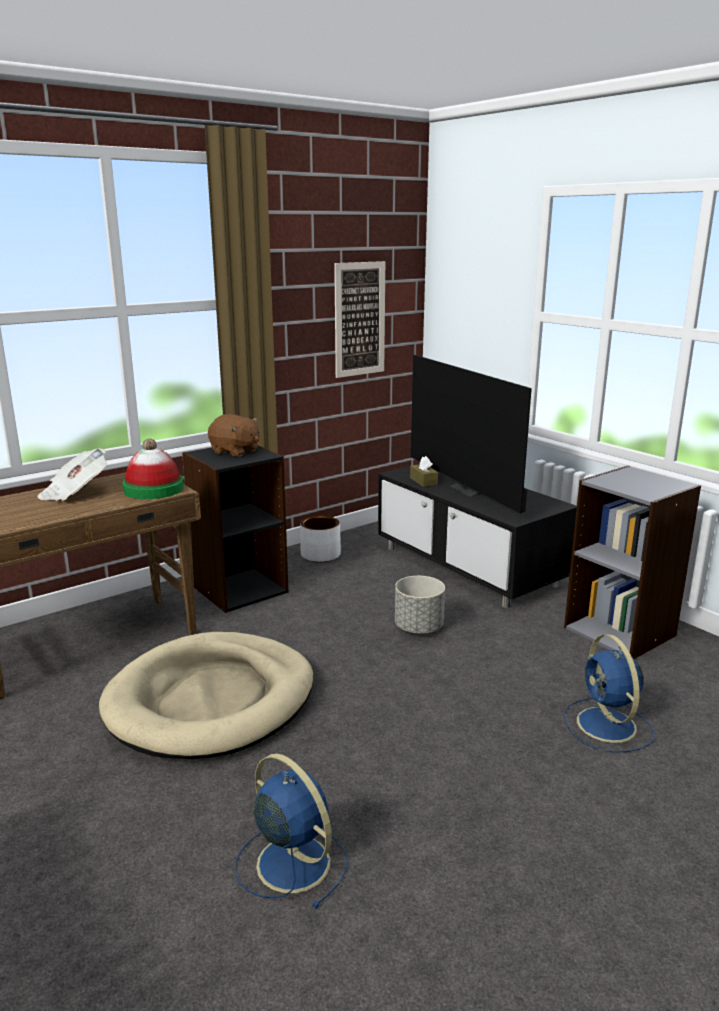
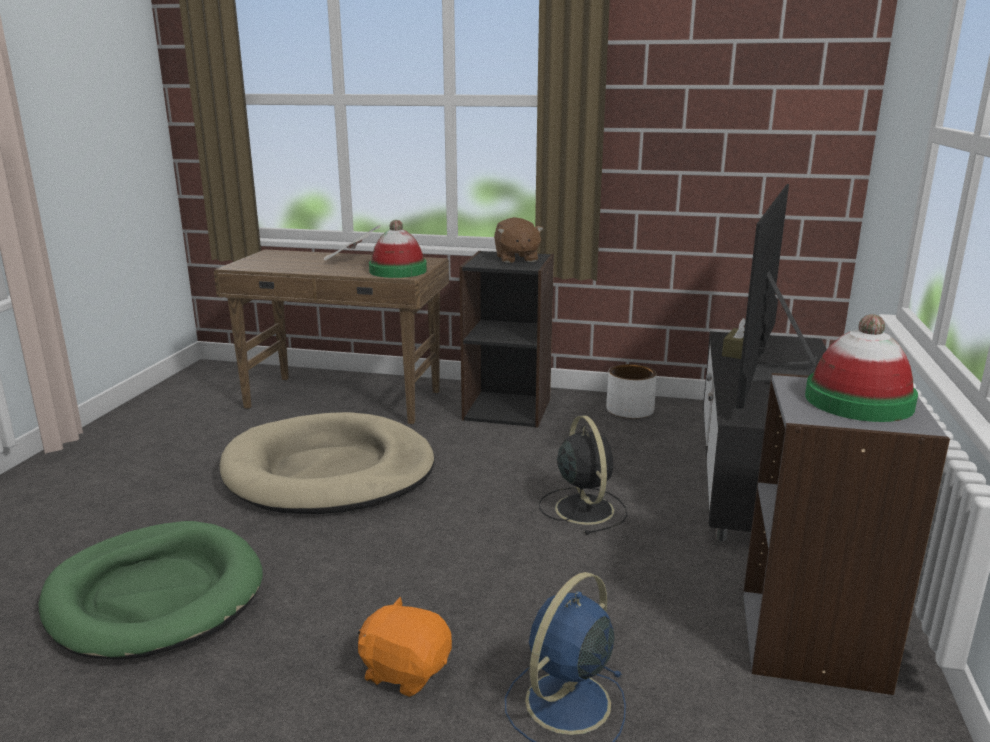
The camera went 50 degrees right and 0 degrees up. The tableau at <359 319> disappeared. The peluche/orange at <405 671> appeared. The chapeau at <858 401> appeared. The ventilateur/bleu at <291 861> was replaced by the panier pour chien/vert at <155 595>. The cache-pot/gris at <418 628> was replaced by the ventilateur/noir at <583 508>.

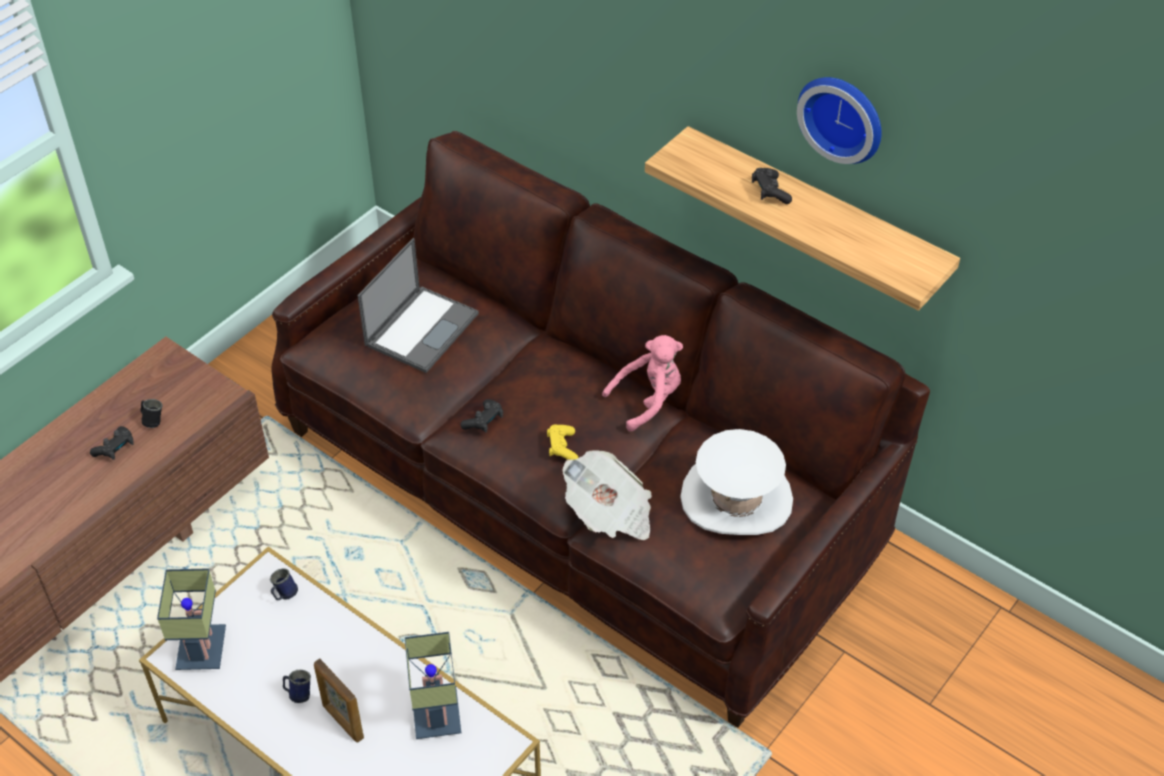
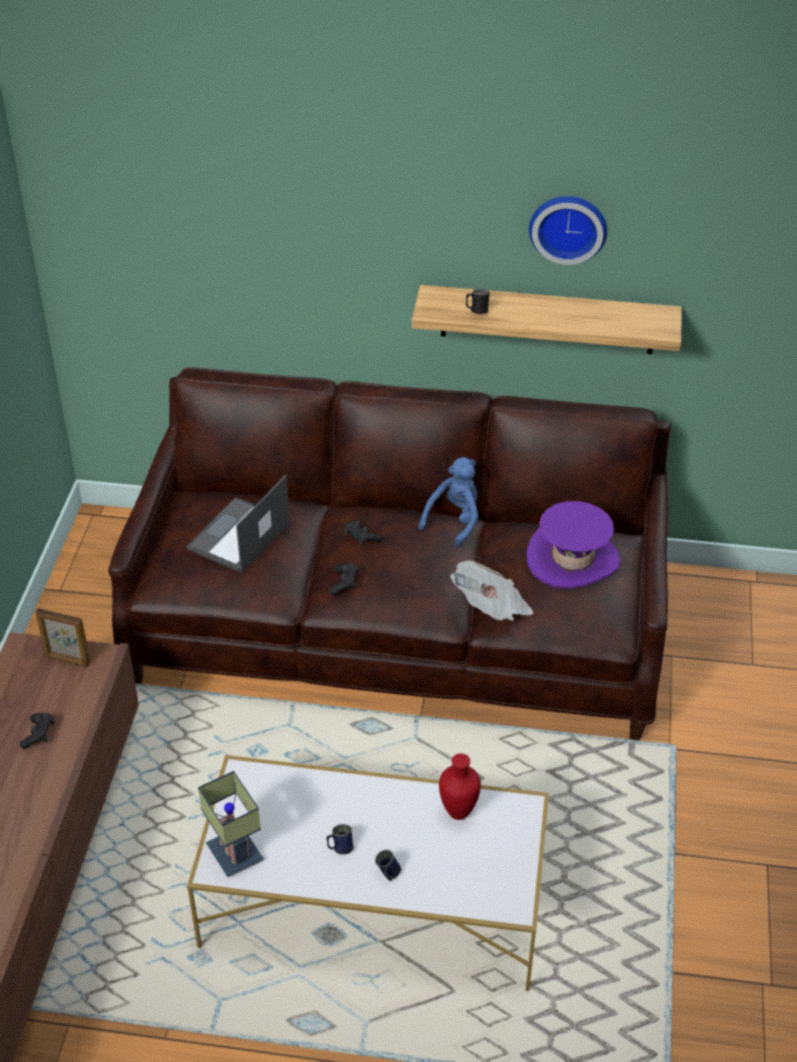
The camera went 30 degrees left and 5 degrees down. The manette/jaune at <562 448> disappeared. The mug/noir moved from <152 420> to <476 311>. The mug/bleu moved from <284 595> to <388 875>. The cadre photo moved from <342 722> to <67 660>. The manette/noir moved from <770 192> to <361 538>. The lampe de table at <433 714> was replaced by the vase/rouge at <457 812>. The peluche/rose at <648 400> became the peluche/bleu at <454 520>. The chapeau/blanc at <736 498> became the chapeau/violet at <572 559>. The ordinateur portable at <422 328> turned 150 degrees counterclockwise.

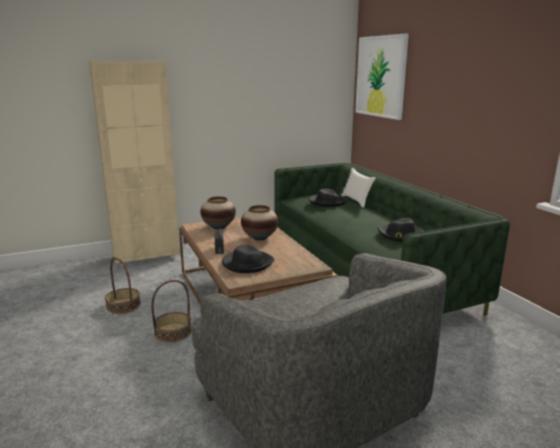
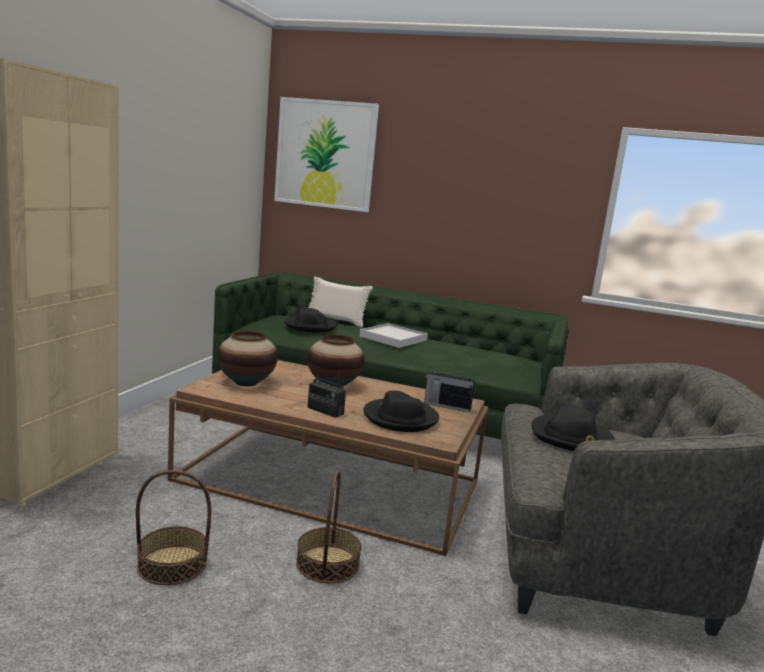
The camera went 50 degrees left and 5 degrees down. The plateau/blanc at <393 338> appeared. The radio at <446 406> appeared. The chapeau/noir moved from <400 234> to <571 437>.

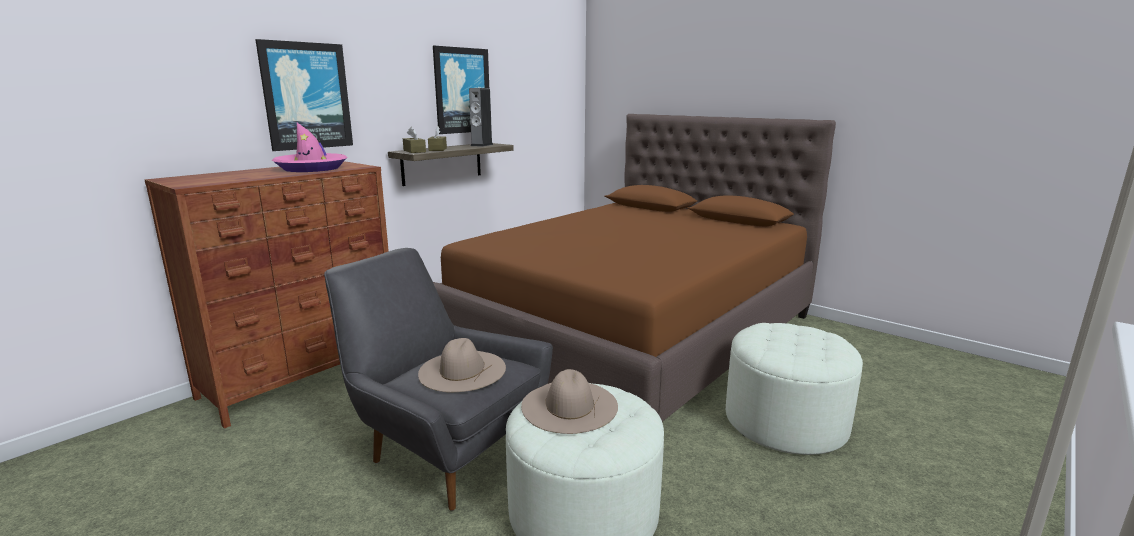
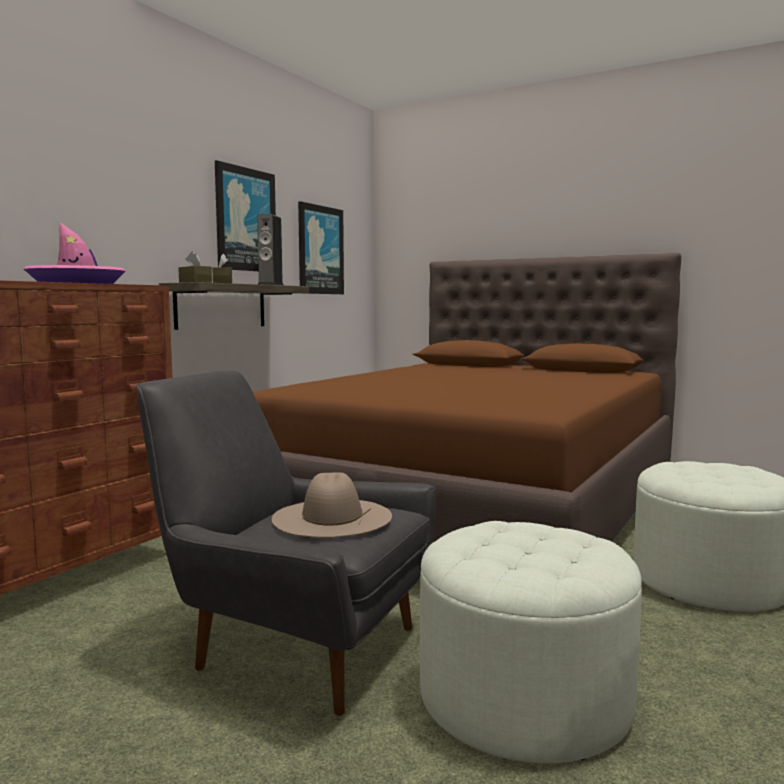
The camera went 10 degrees left and 10 degrees down. The chapeau/beige at <569 405> disappeared. The tableau moved from <306 96> to <320 250>.

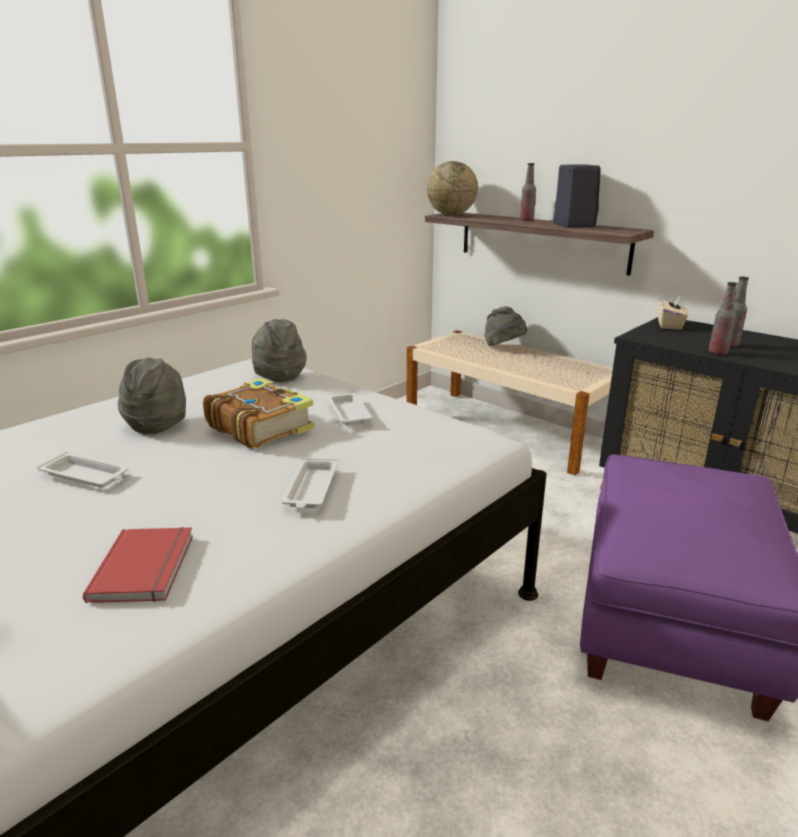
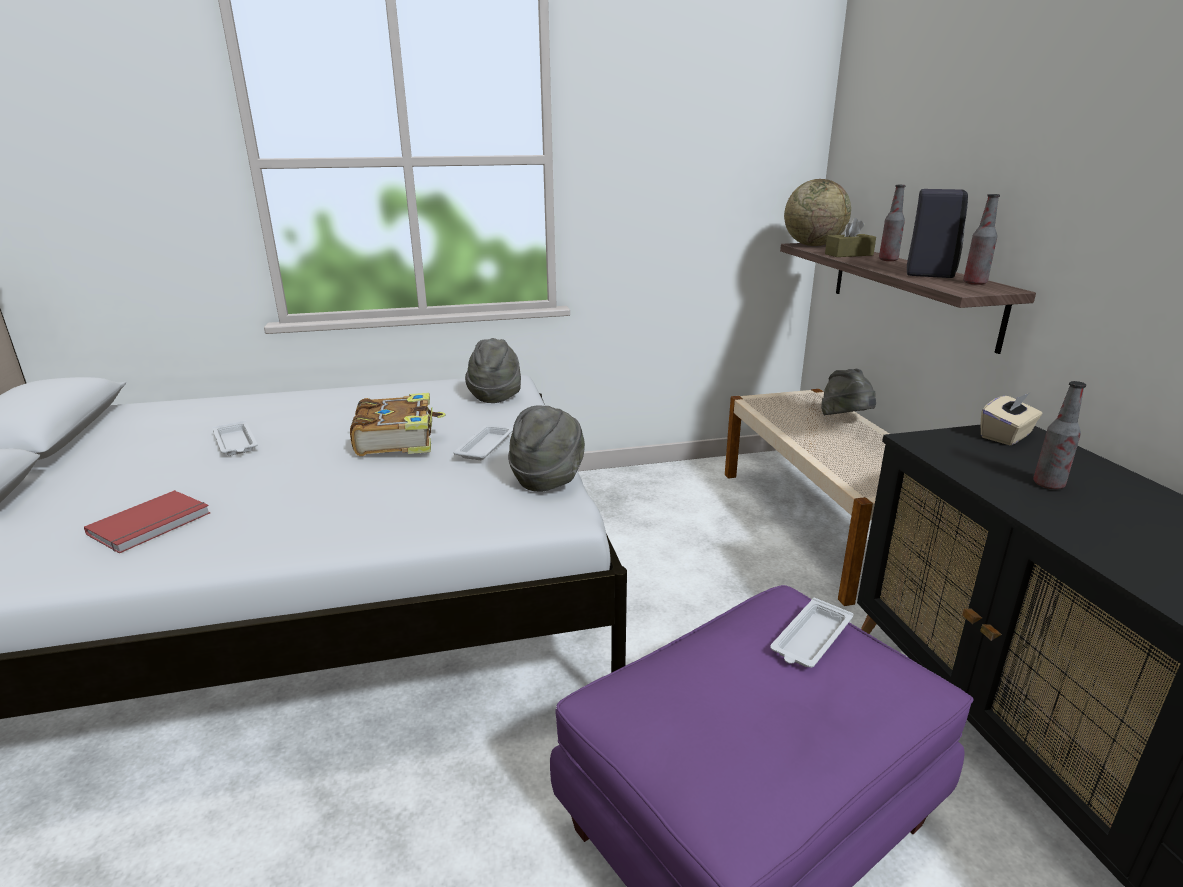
The camera went 35 degrees right and 0 degrees up. The boîte à mouchoirs/marron at <848 254> appeared. The chapeau/gris moved from <157 423> to <548 479>. The plateau/blanc moved from <311 488> to <810 639>. The bouteille moved from <717 352> to <974 283>.

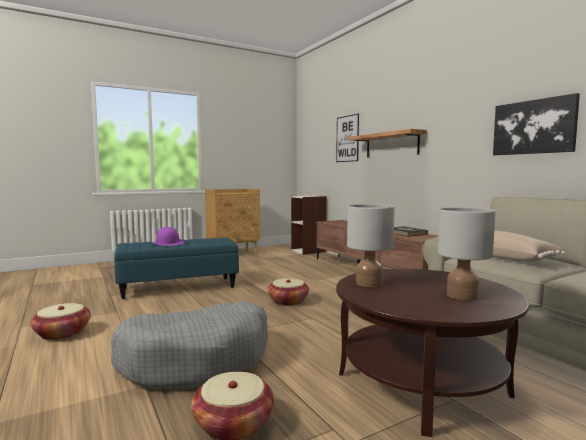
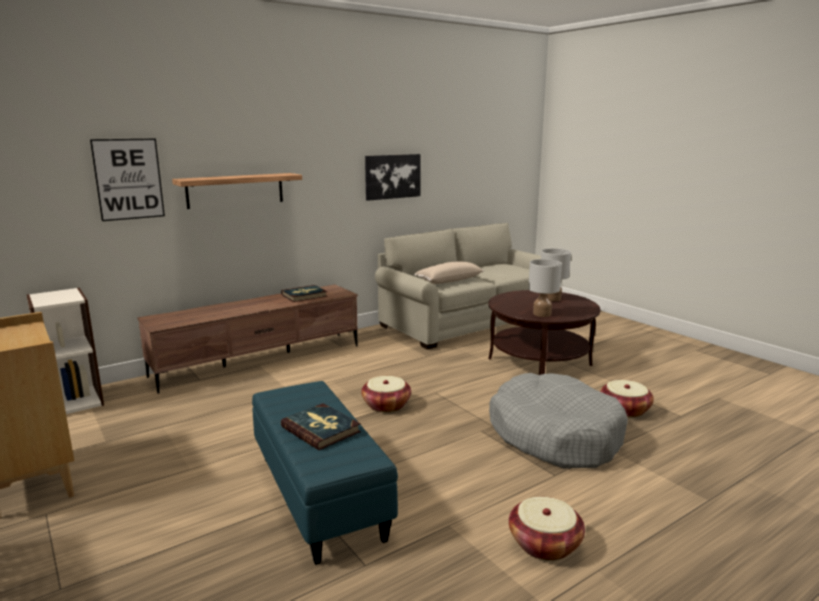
The camera went 95 degrees left and 10 degrees up. The chapeau/violet at <168 243> was replaced by the livre at <321 429>.

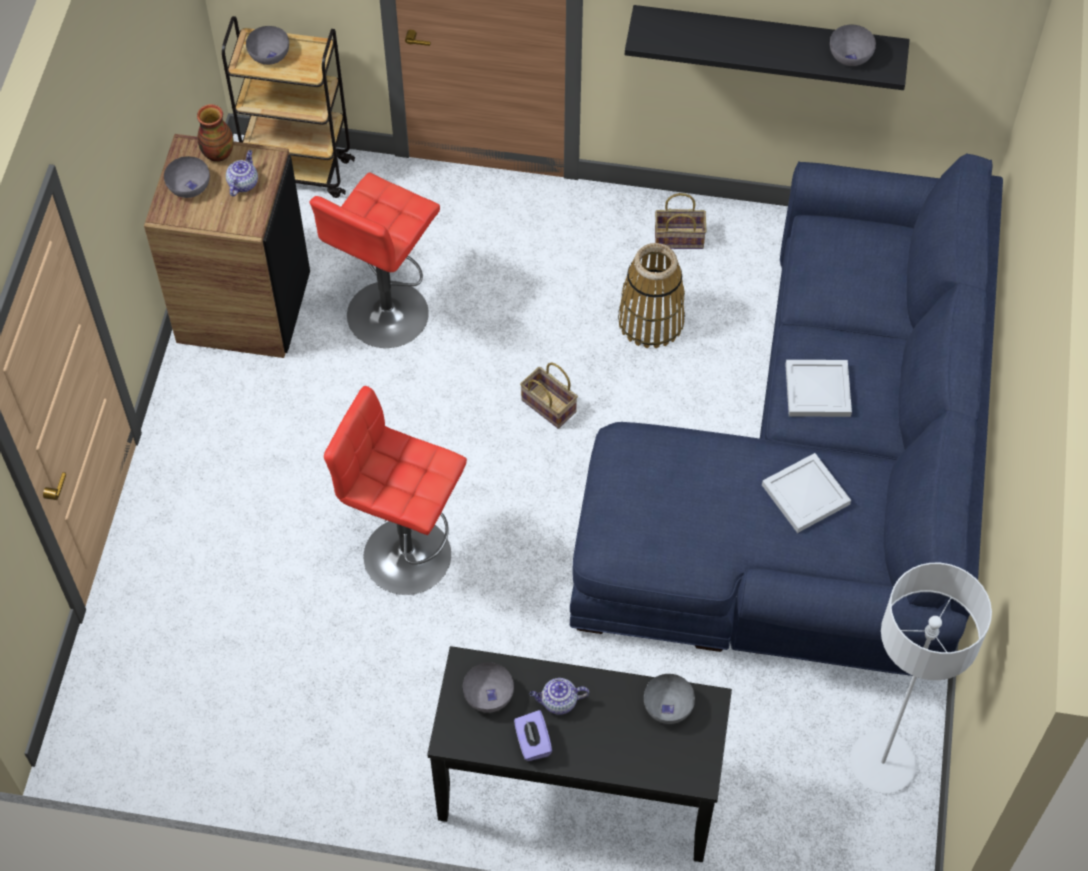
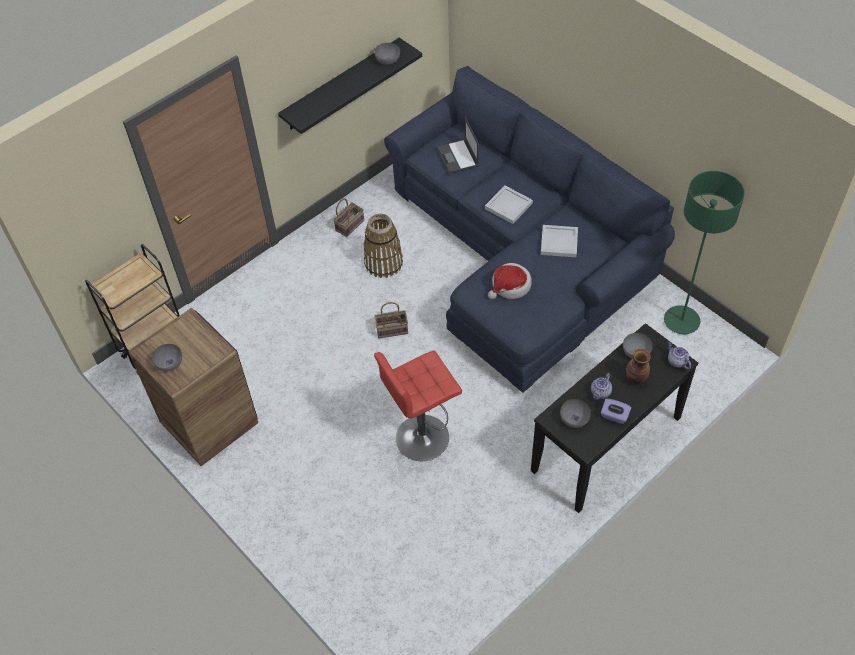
The camera went 50 degrees left and 5 degrees down. The bol/gris at <269 54> disappeared. The tabouret/rouge at <386 315> disappeared. The ordinateur portable at <458 157> appeared. The chapeau at <510 286> appeared. The vase moved from <217 153> to <635 378>. The théière moved from <243 183> to <676 361>. The lampadaire/blanc at <882 763> became the lampadaire/vert at <681 321>.

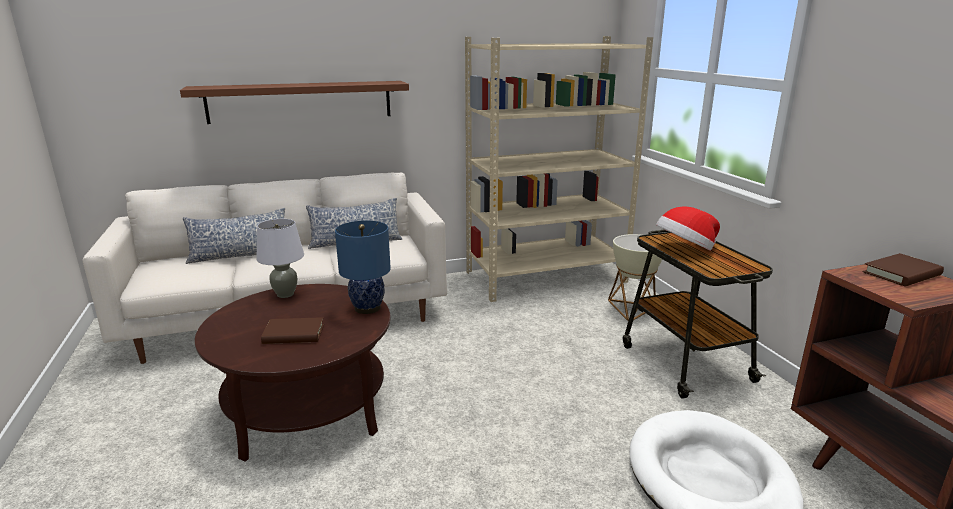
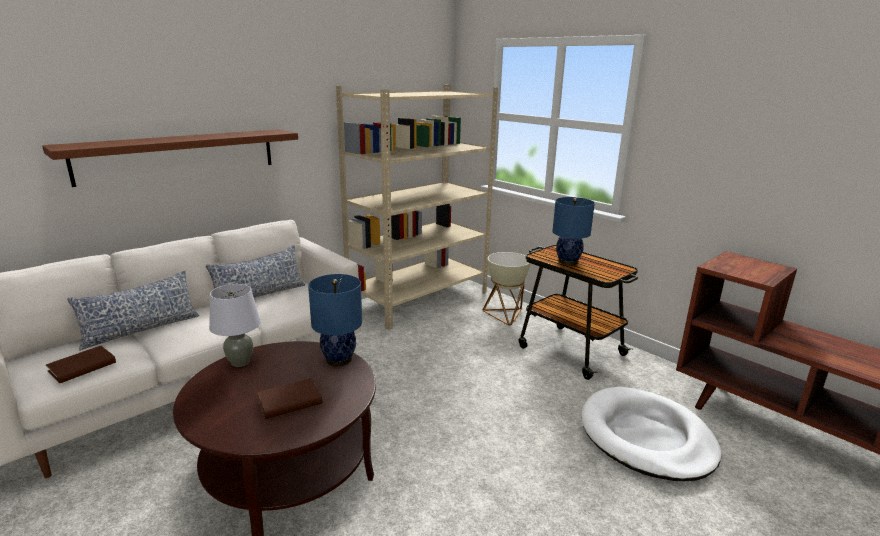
The camera went 25 degrees left and 0 degrees up. The livre/marron moved from <902 274> to <82 367>. The chapeau at <685 250> was replaced by the lampe de table/bleu at <568 261>.

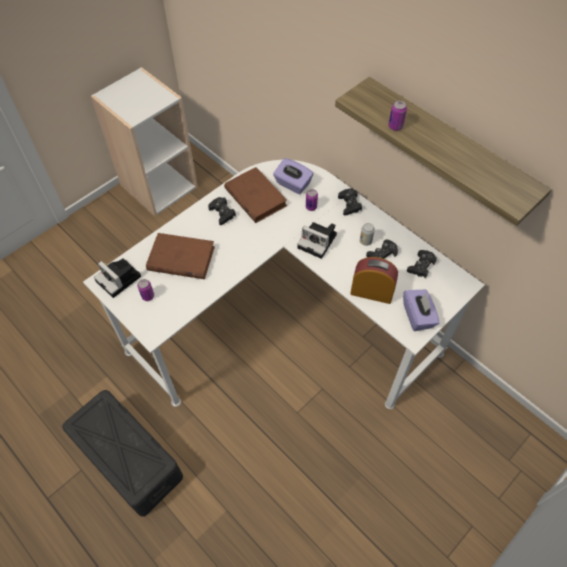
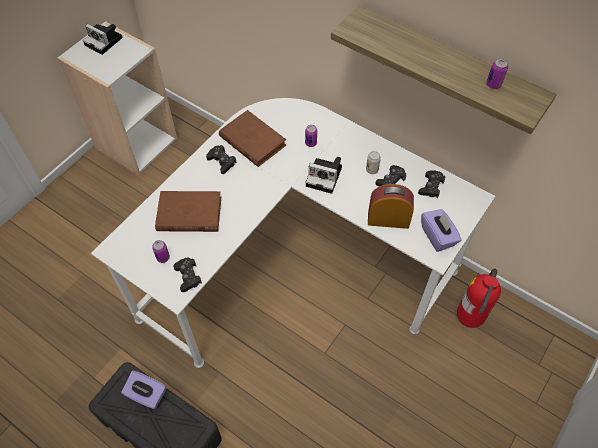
The camera went 10 degrees left and 0 degrees up. The extincteur at <469 319> appeared. The appareil photo moved from <120 279> to <105 41>. The boîte à mouchoirs/violet moved from <292 184> to <146 395>. The manette/noir moved from <349 204> to <188 276>. The boîte métallique moved from <395 126> to <493 84>.

